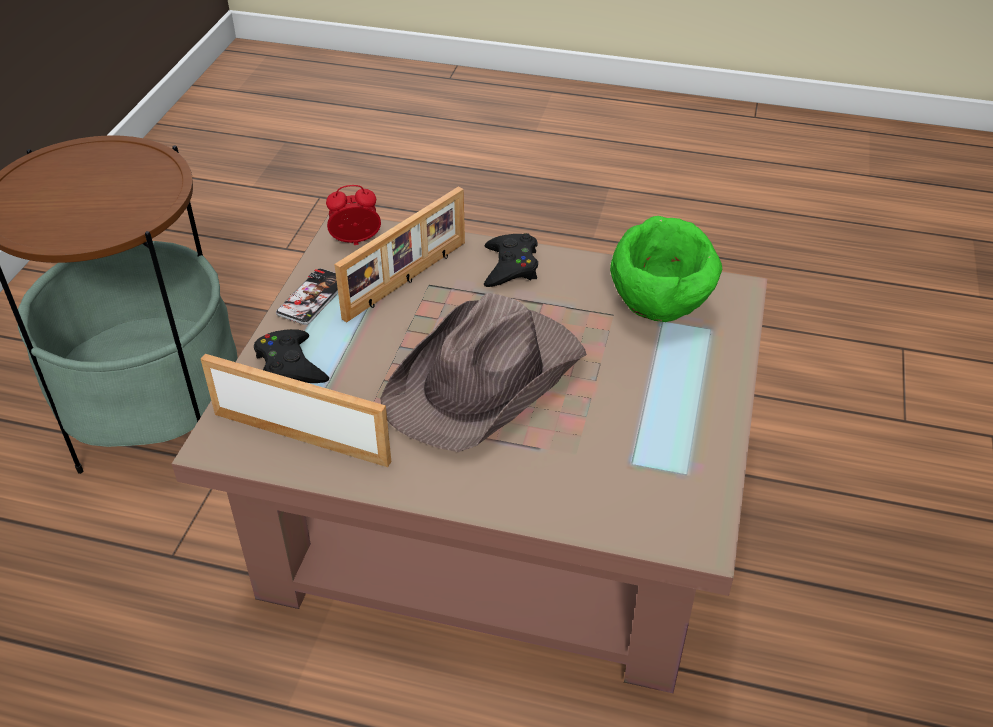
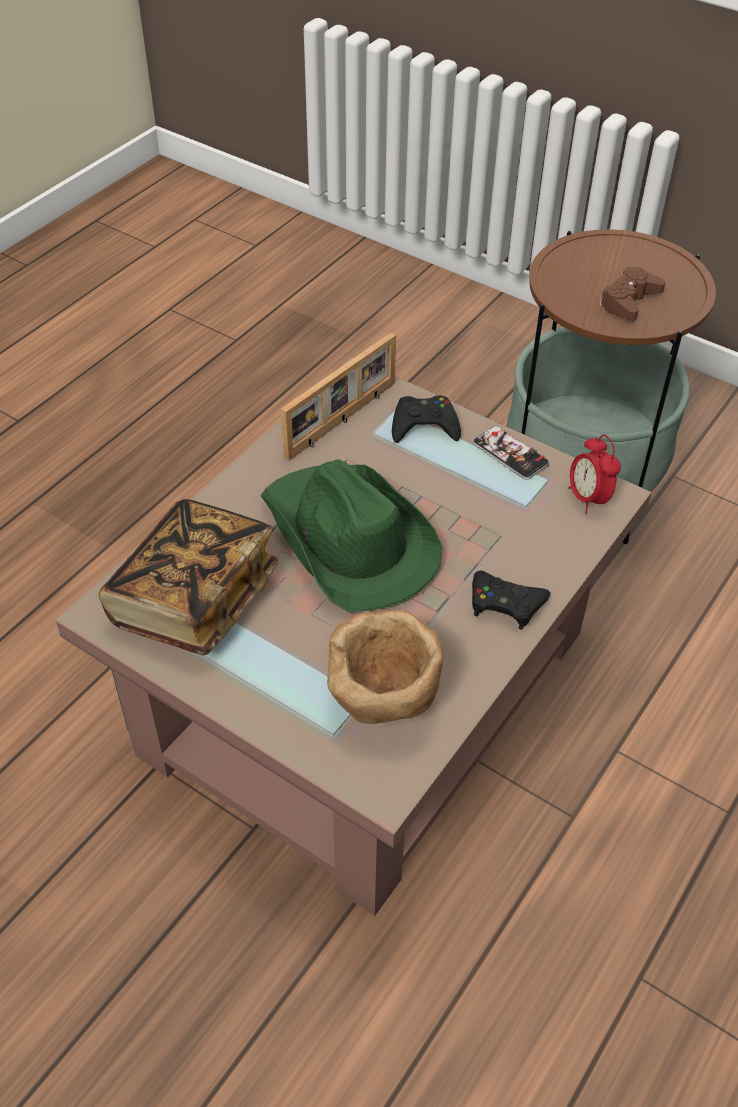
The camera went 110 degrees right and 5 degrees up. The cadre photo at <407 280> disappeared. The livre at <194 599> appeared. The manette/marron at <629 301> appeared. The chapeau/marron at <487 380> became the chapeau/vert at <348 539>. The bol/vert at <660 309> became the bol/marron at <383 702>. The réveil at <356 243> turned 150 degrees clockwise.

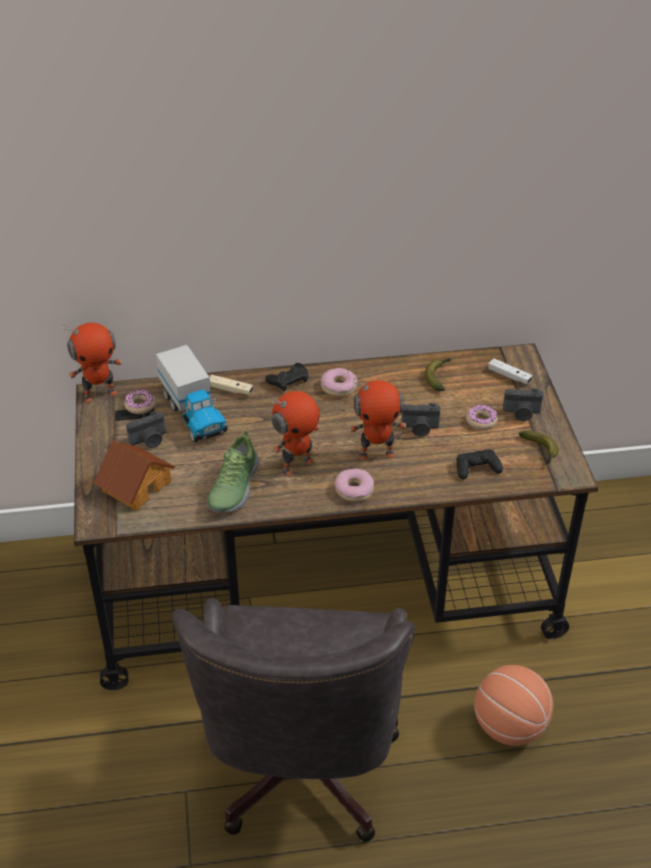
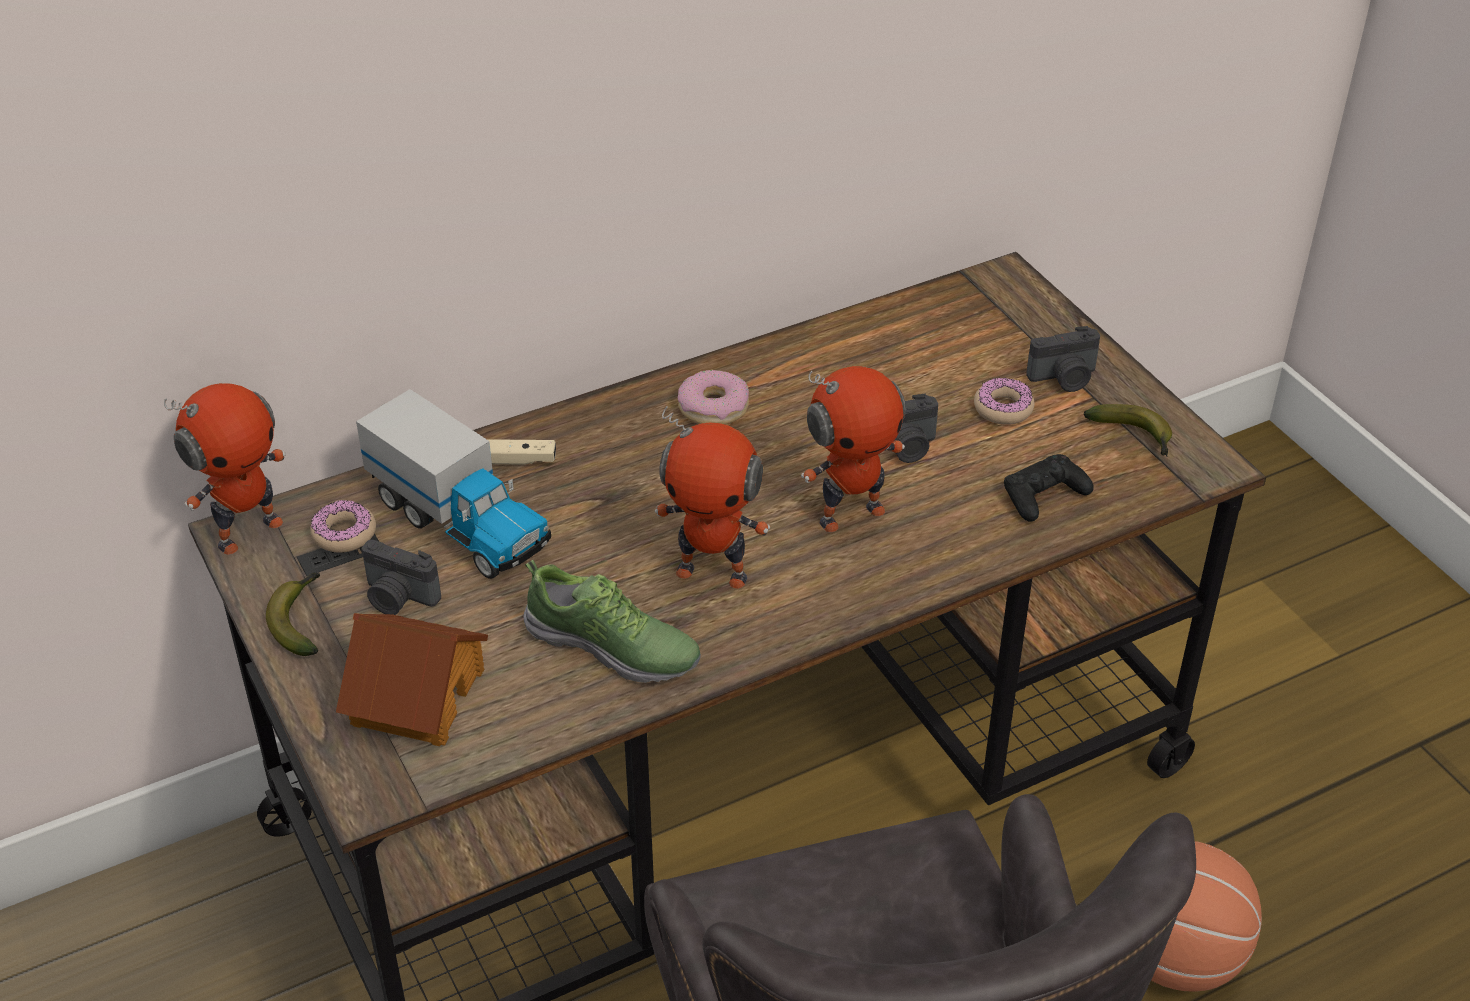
The camera went 20 degrees left and 0 degrees up. The manette/noir at <288 380> disappeared. The beignet at <354 489> disappeared. The manette/blanc at <509 376> disappeared. The banane moved from <438 376> to <300 620>. The appareil photo at <149 440> turned 75 degrees clockwise. The chaussure at <233 487> turned 60 degrees counterclockwise. The robot jouet at <296 465> turned 75 degrees clockwise.

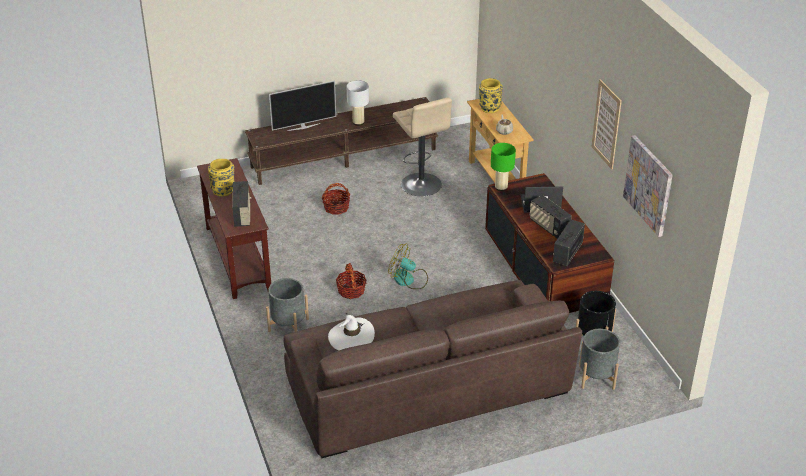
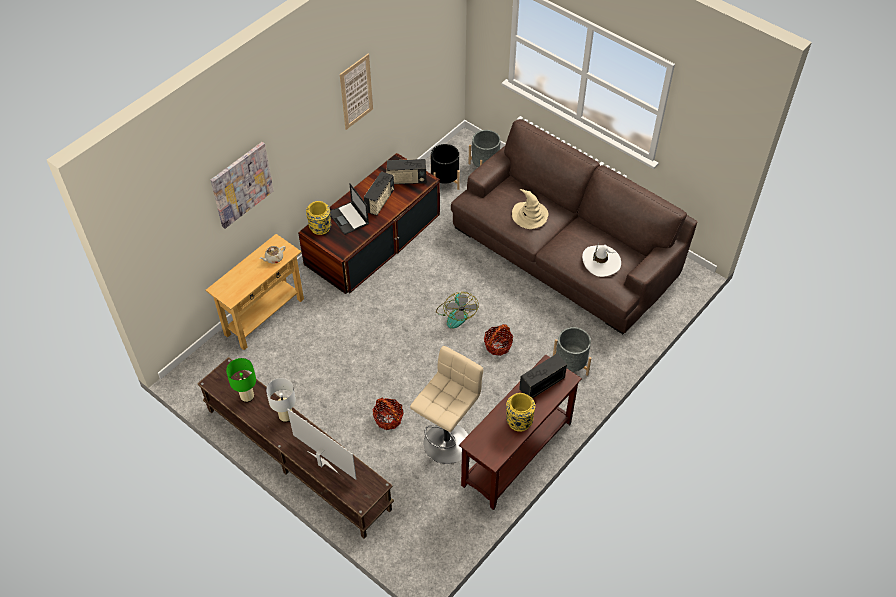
The camera went 120 degrees left and 15 degrees up. The chapeau/beige at <530 215> appeared. The tabouret/beige moved from <421 185> to <447 443>. The vase/jaune moved from <489 108> to <320 228>. The lampe de table/vert moved from <501 188> to <247 396>. The tableau moved from <648 185> to <241 184>.

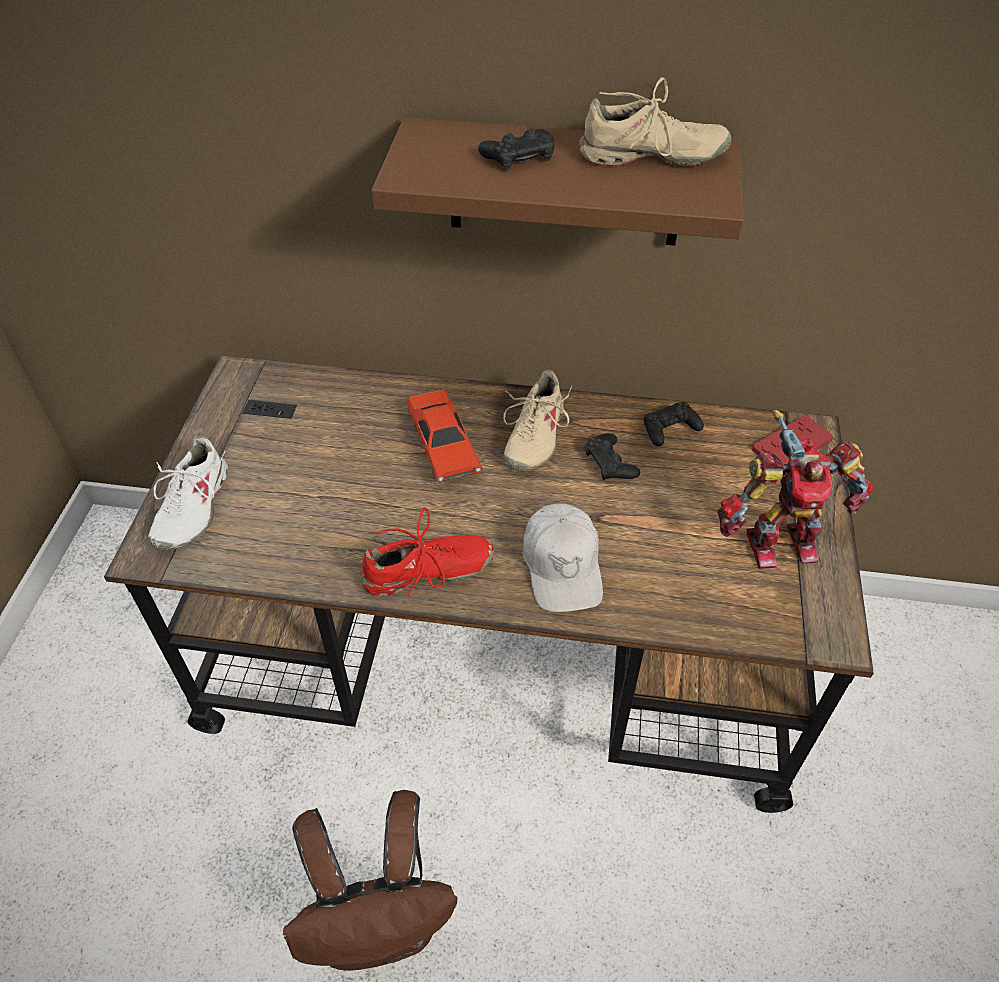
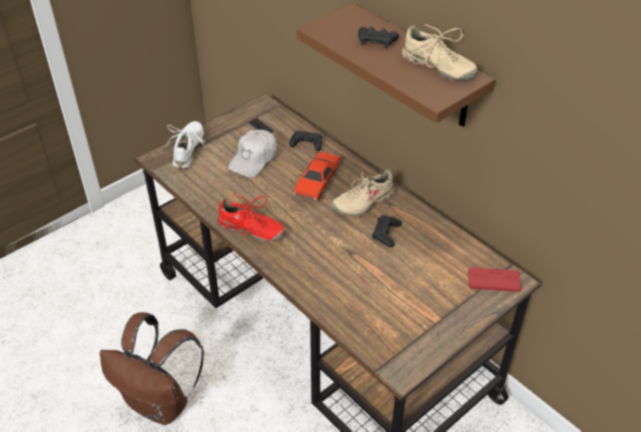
The camera went 40 degrees right and 5 degrees down. The robot jouet at <778 541> disappeared. The casquette/blanc moved from <563 566> to <254 159>. The manette/noir moved from <670 429> to <306 144>. The chaussure/blanc at <192 508> turned 135 degrees clockwise.

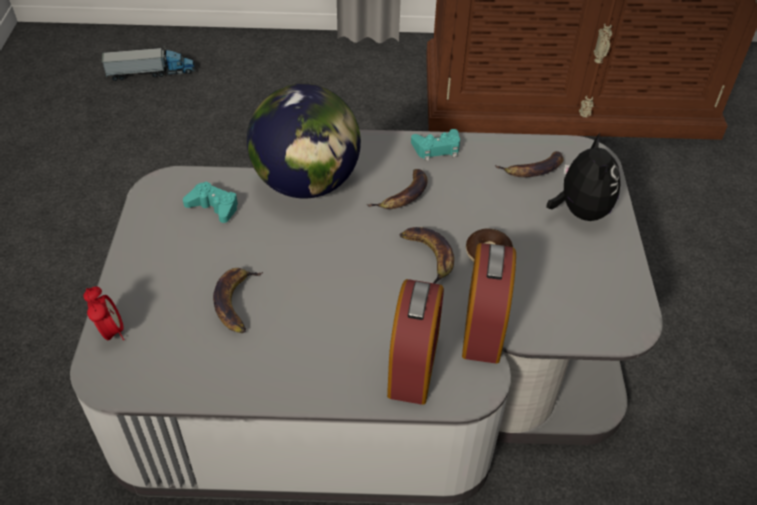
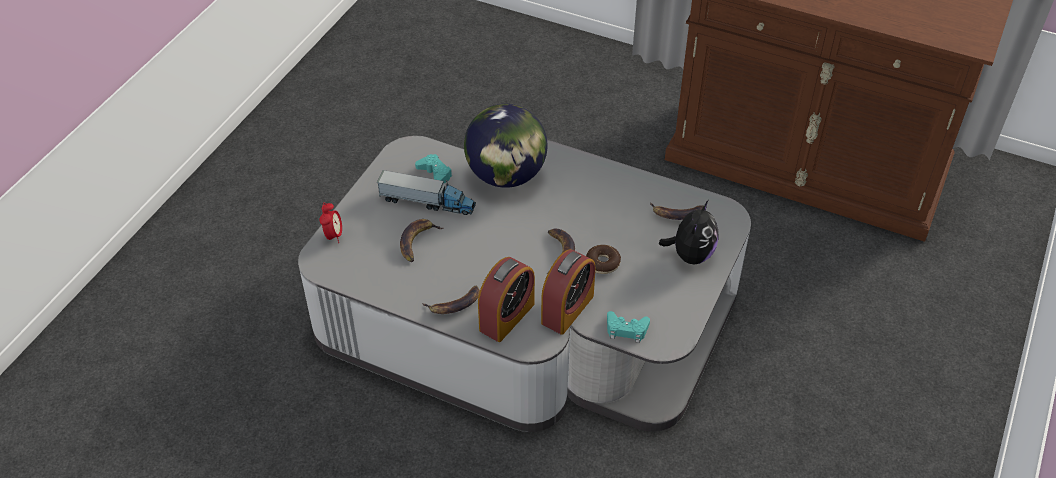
The camera went 25 degrees right and 0 degrees up. The camion jouet moved from <151 73> to <427 202>. The banane moved from <403 196> to <454 305>. The manette/turquoise moved from <437 149> to <626 330>.

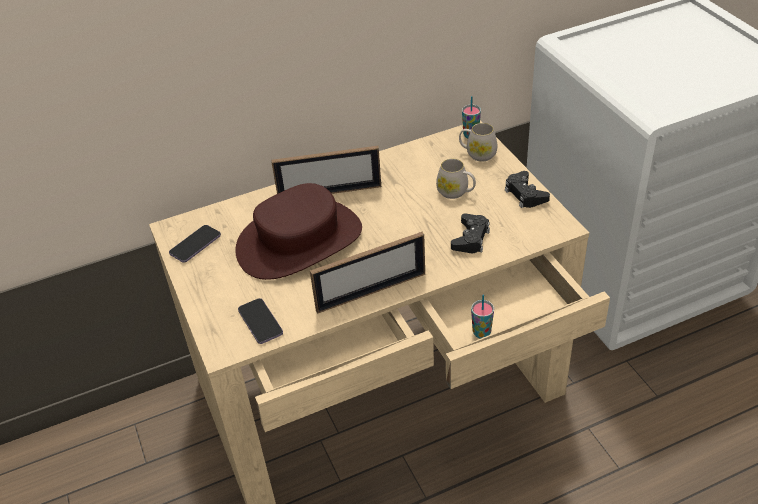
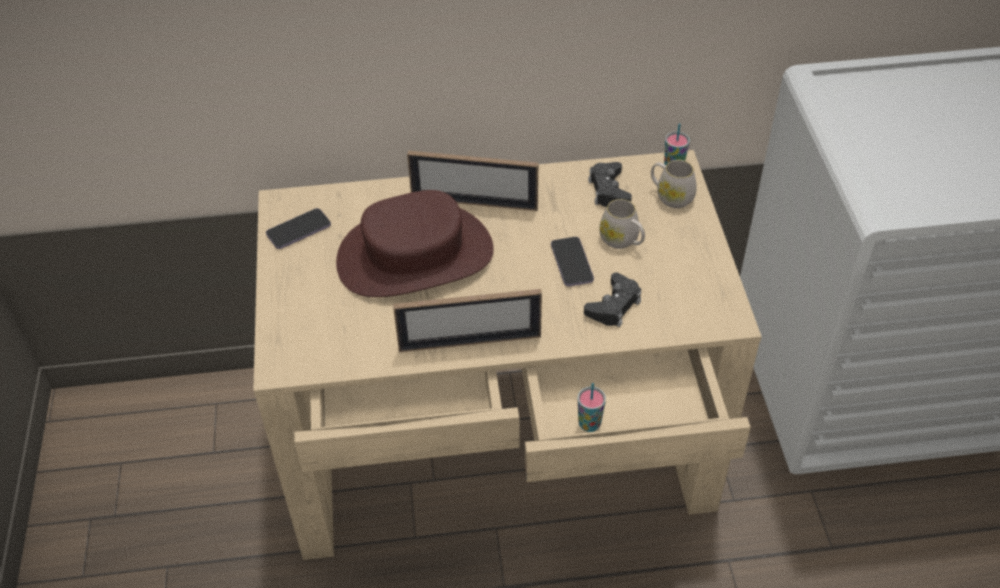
The camera went 15 degrees right and 5 degrees up. The téléphone moved from <260 322> to <571 263>. The manette/noir moved from <525 194> to <608 190>.

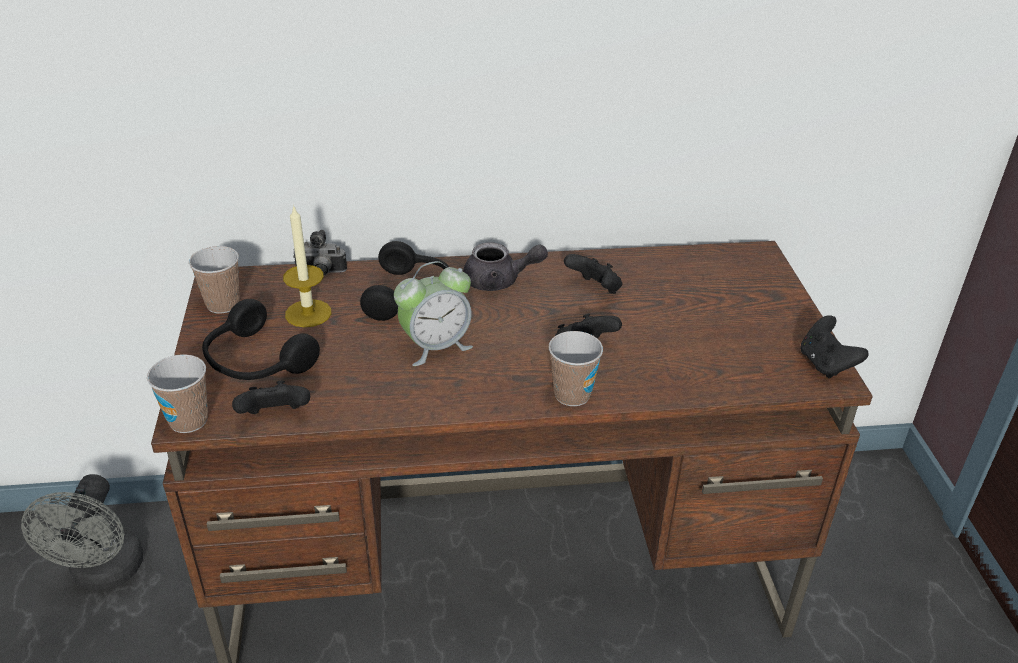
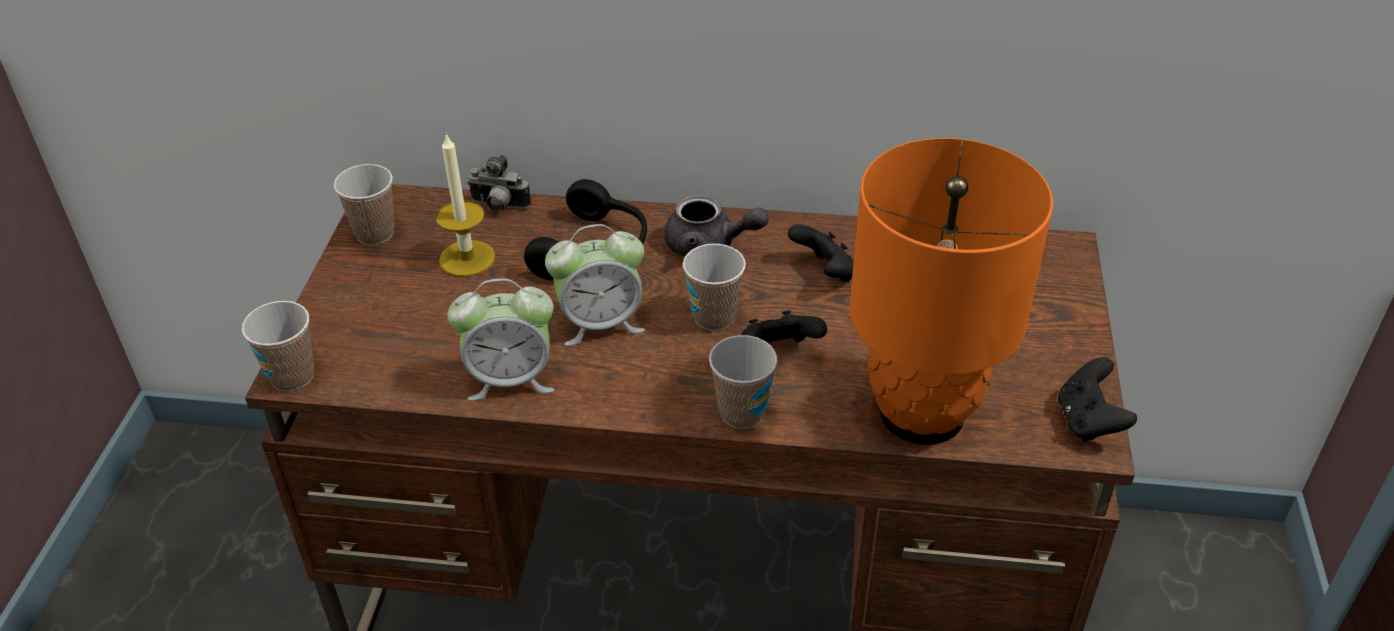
The camera went 15 degrees right and 5 degrees up. The ventilateur/gris at <104 574> disappeared. The casque audio/noir at <255 362> disappeared. The manette/noir at <275 416> disappeared. The réveil at <510 379> appeared. The tasse at <714 317> appeared. The lampe de table/orange at <920 413> appeared.

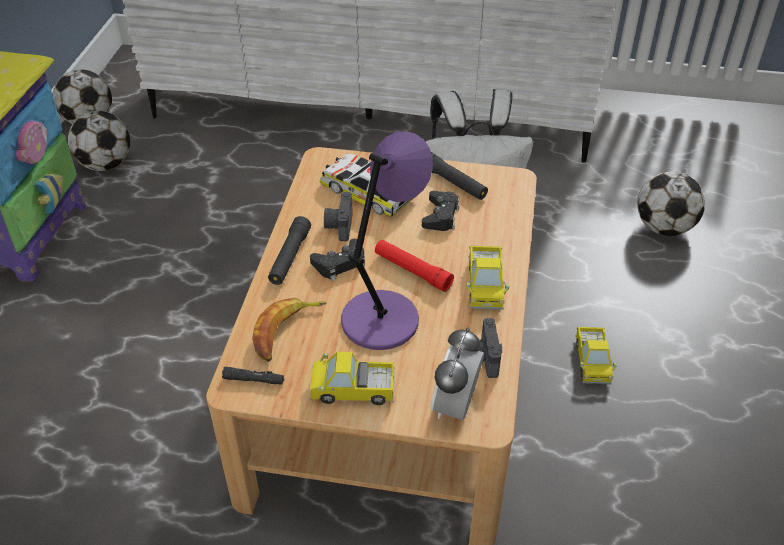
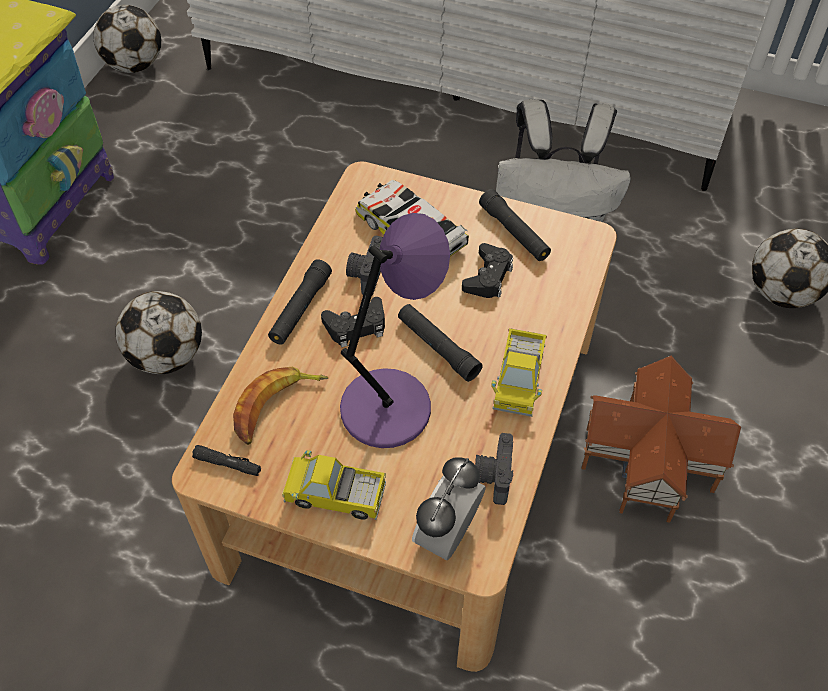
The camera went 10 degrees right and 10 degrees up. The ballon de foot moved from <105 164> to <167 356>. The camion jouet at <592 362> was replaced by the maison miniature at <651 458>. The lampe de poche/rouge at <412 271> became the lampe de poche/noir at <438 347>.

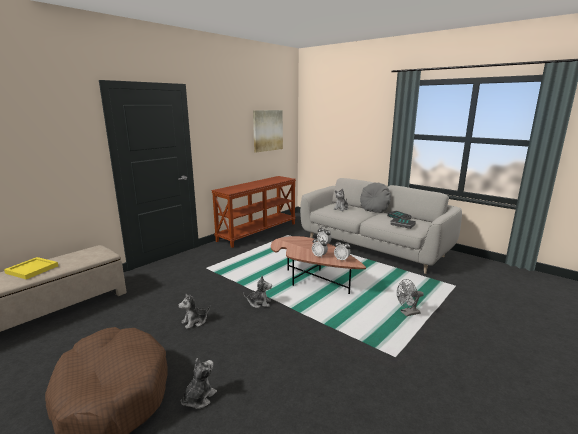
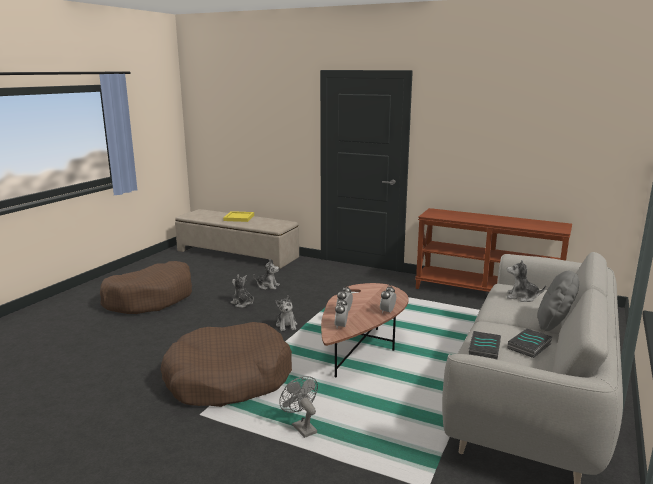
The camera went 75 degrees right and 0 degrees up. The tableau at <267 130> disappeared. The panier pour chien/marron at <228 378> appeared. The peluche moved from <199 398> to <268 286>.

